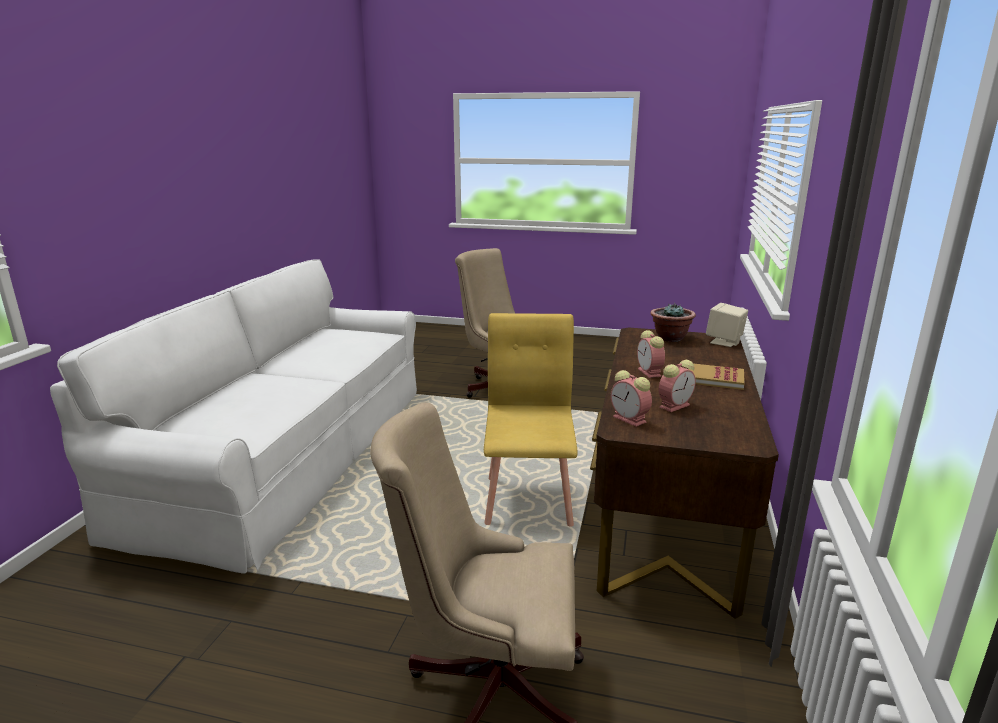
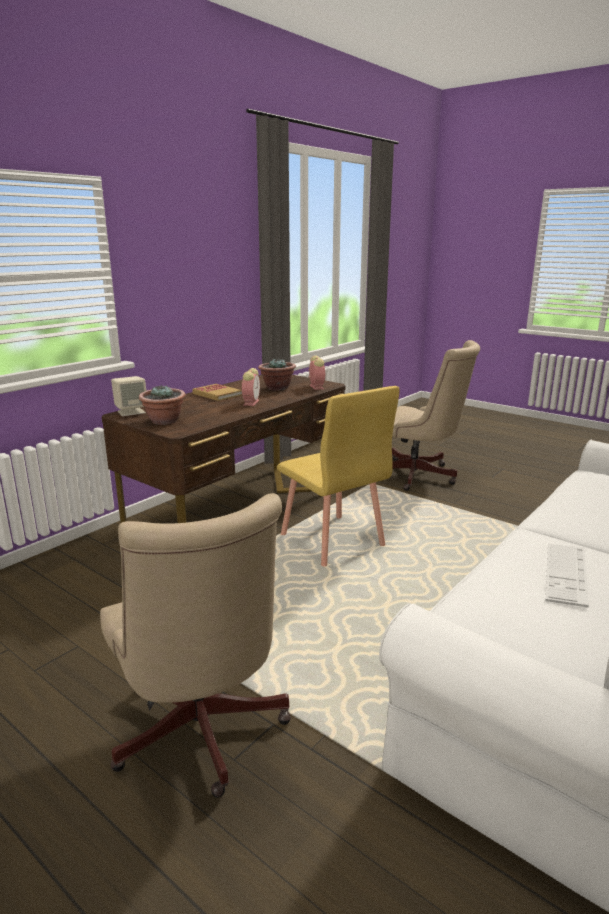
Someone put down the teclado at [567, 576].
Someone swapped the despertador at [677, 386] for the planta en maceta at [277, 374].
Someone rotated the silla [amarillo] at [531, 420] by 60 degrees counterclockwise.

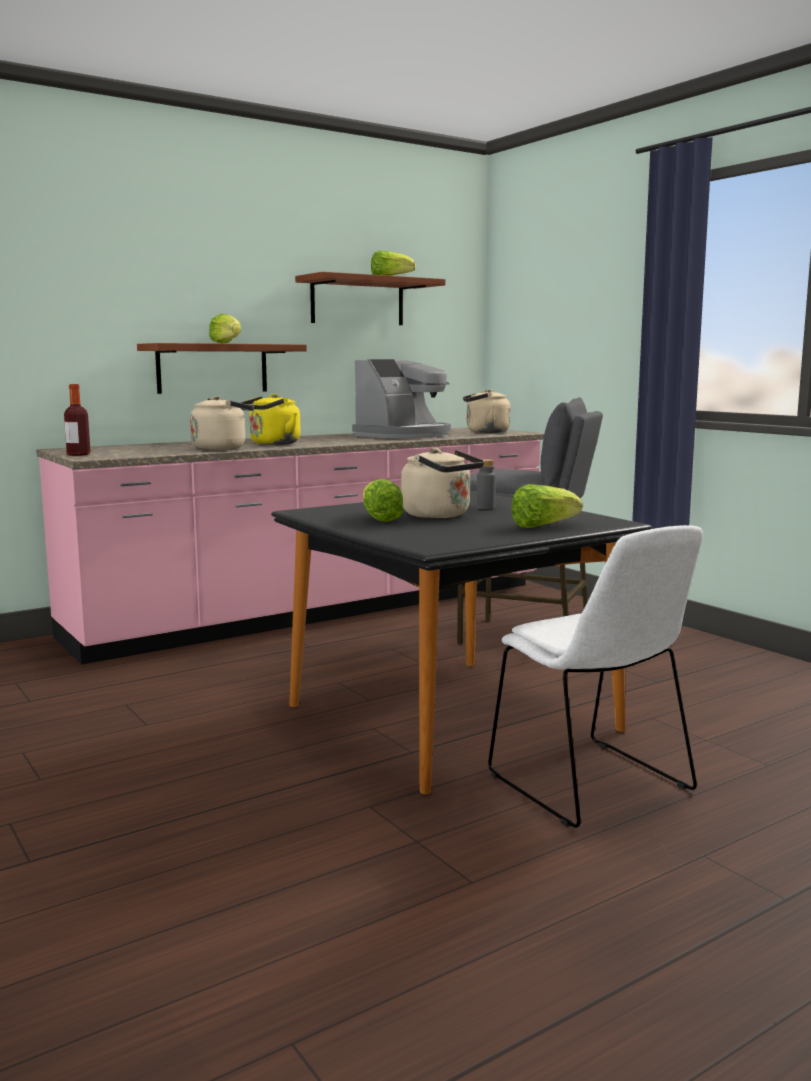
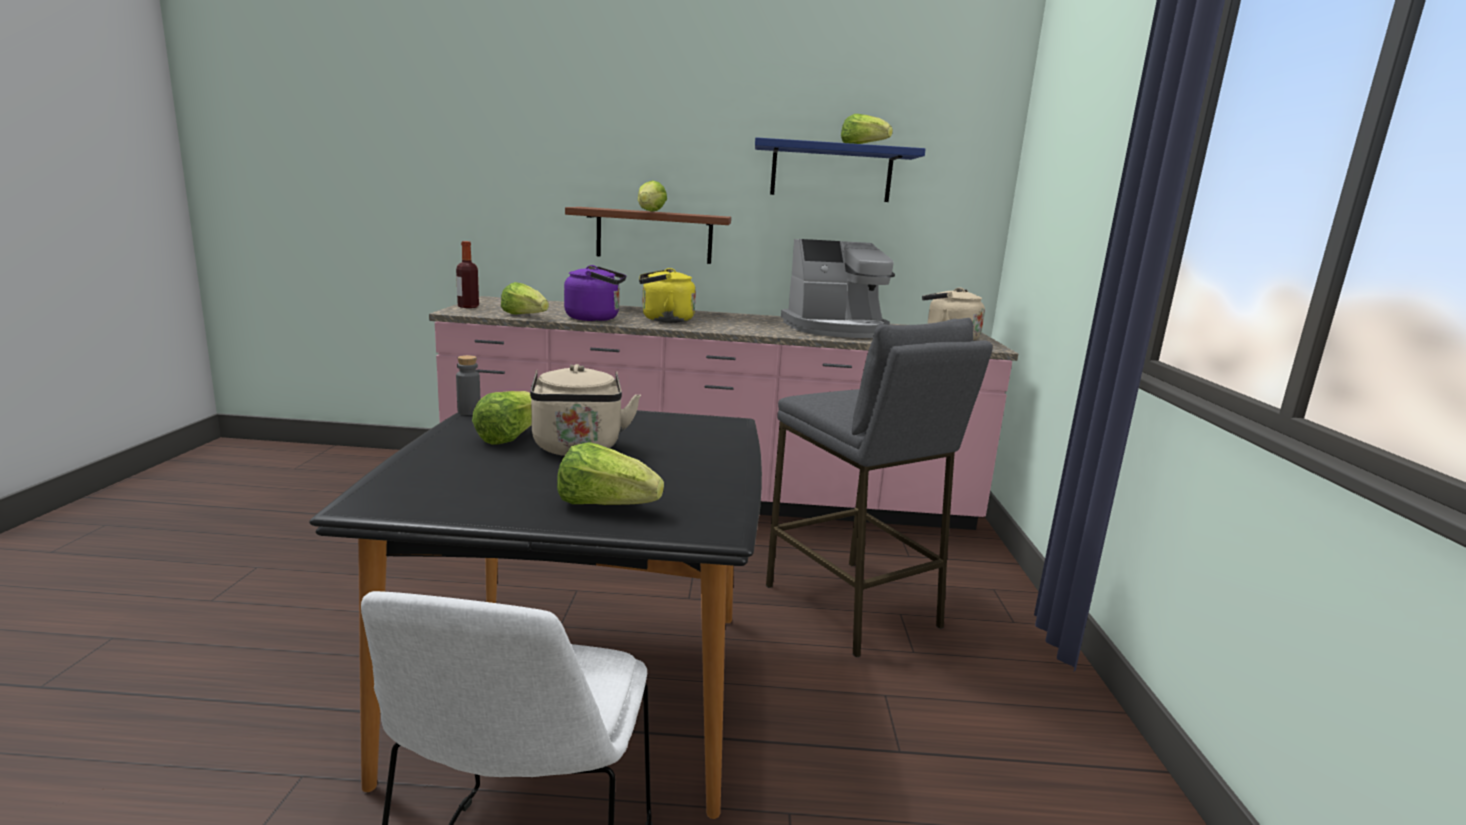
Someone put down the lechuga at [525, 298].
Someone carried the botella [gris] from [486, 484] to [468, 385].
Someone repainted the hervidor [beis] at [222, 423], which became the hervidor [morado] at [595, 293].
Someone repainted the estante [marrón] at [370, 298], which became the estante [azul] at [840, 169].

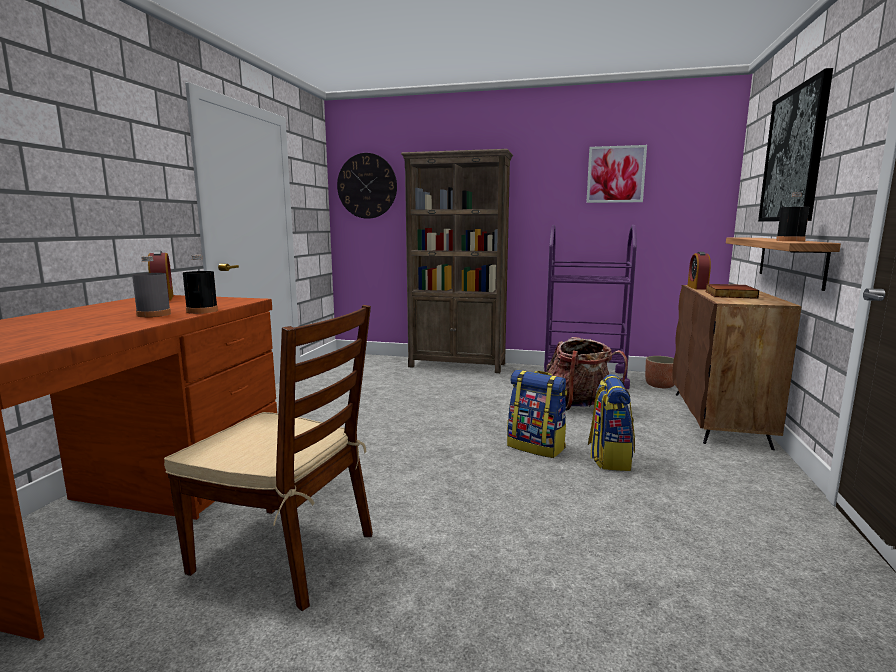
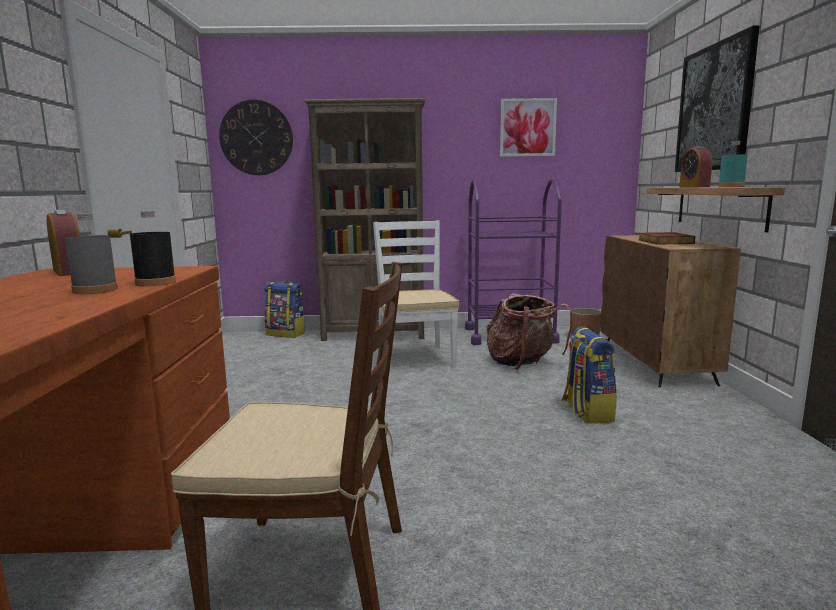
Someone put down the silla [blanco] at [416, 296].
Someone carried the mochila from [537, 414] to [285, 310].
Someone carried the despertador from [699, 271] to [695, 167].
Someone repainted the botella [negro] at [792, 216], which became the botella [turquesa] at [732, 164].

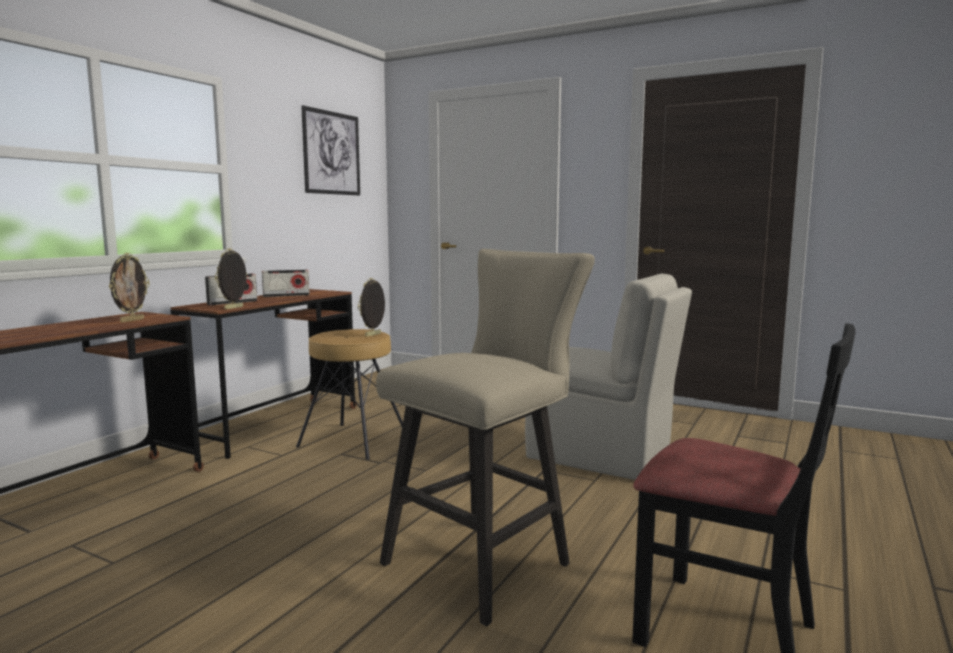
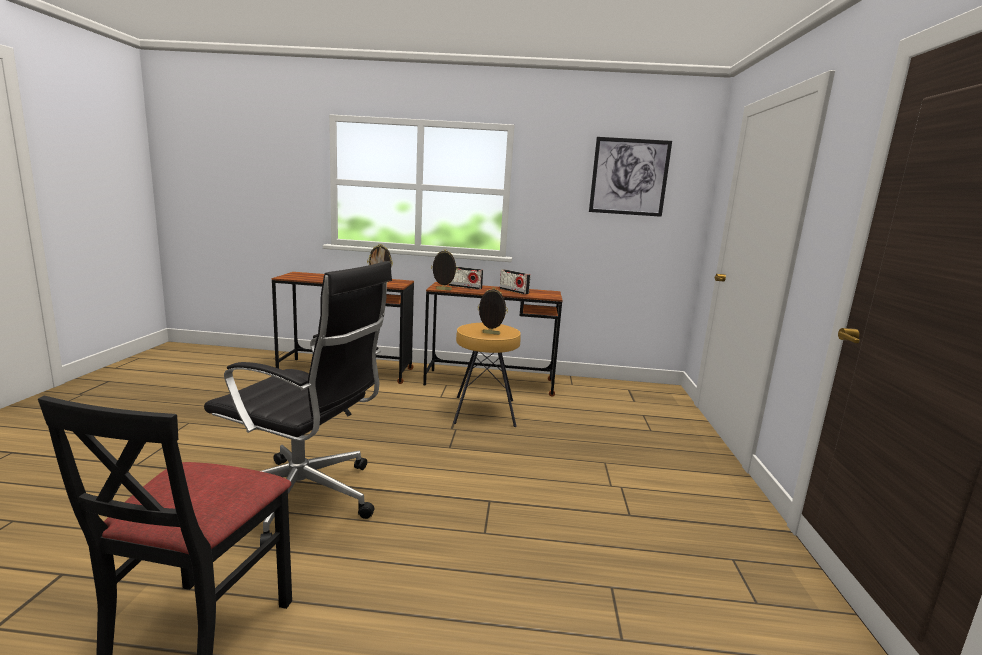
Someone took away the silla [beis] at [608, 377].
Someone swapped the taburete [beis] at [485, 438] for the silla de oficina [negro] at [298, 403].

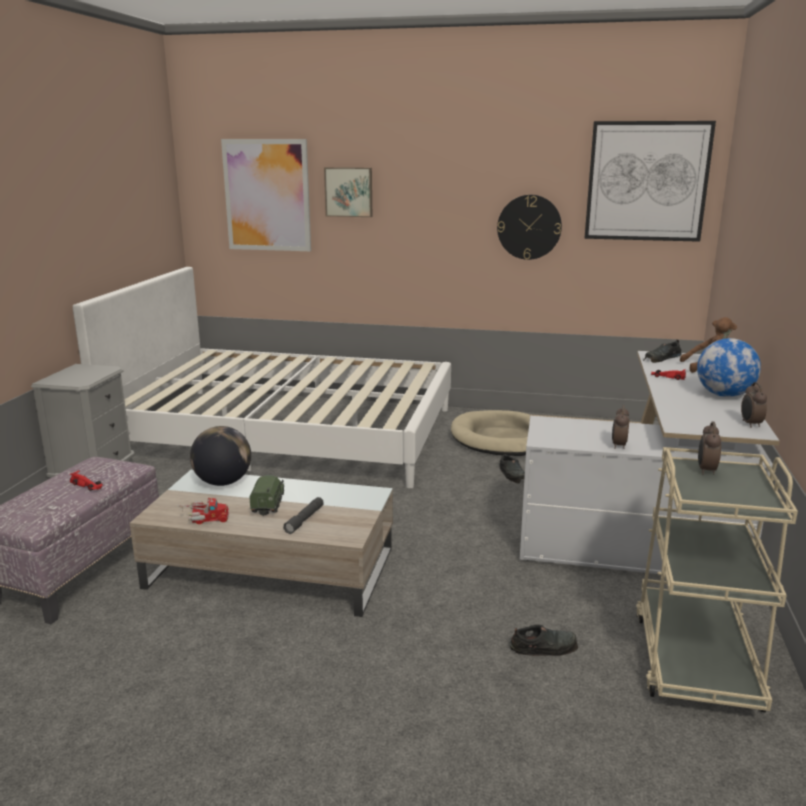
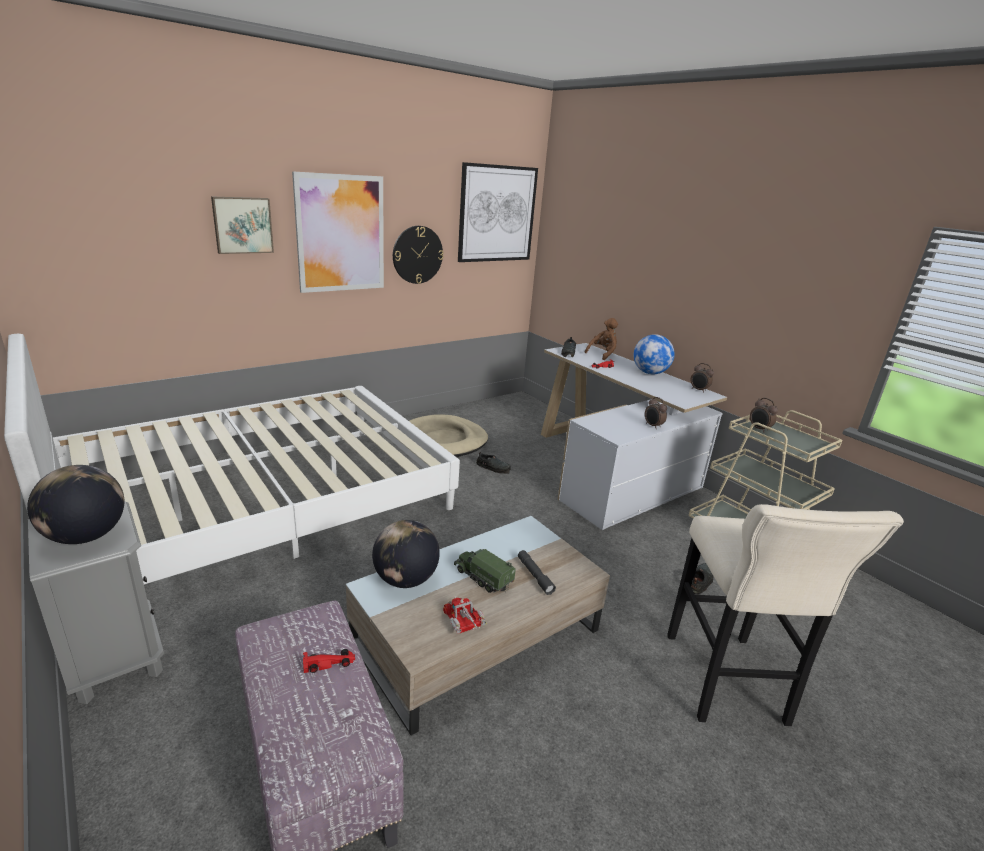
Someone put down the globo terráqueo at [75, 504].
Someone put down the taburete [beis] at [785, 615].
Someone carried the cuadro from [266, 195] to [338, 232].
Someone rotated the camión de juguete at [203, 511] by 60 degrees counterclockwise.

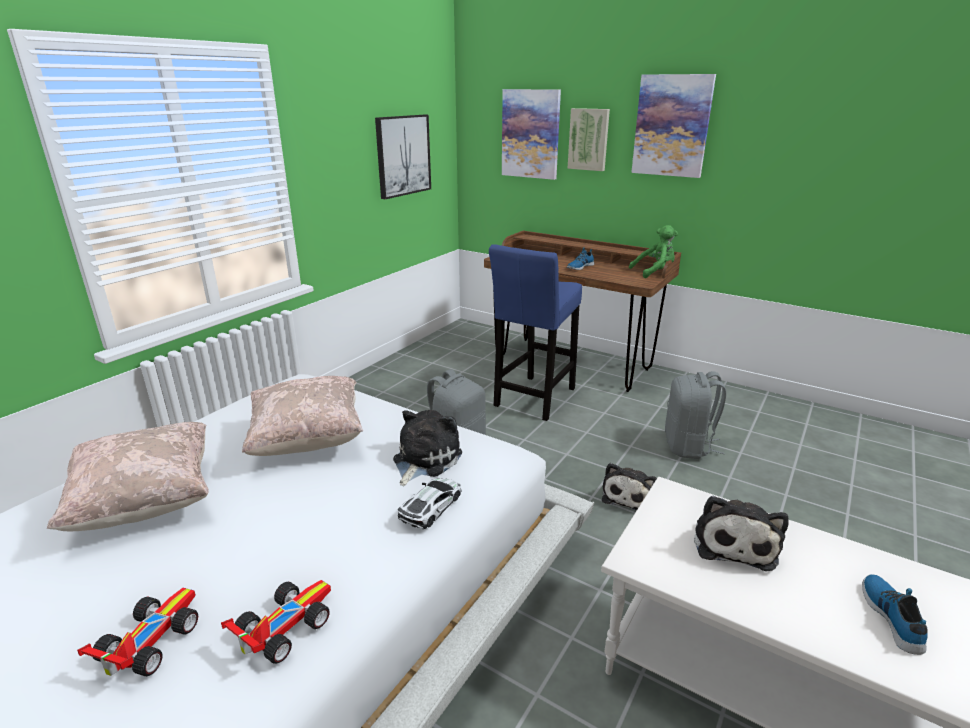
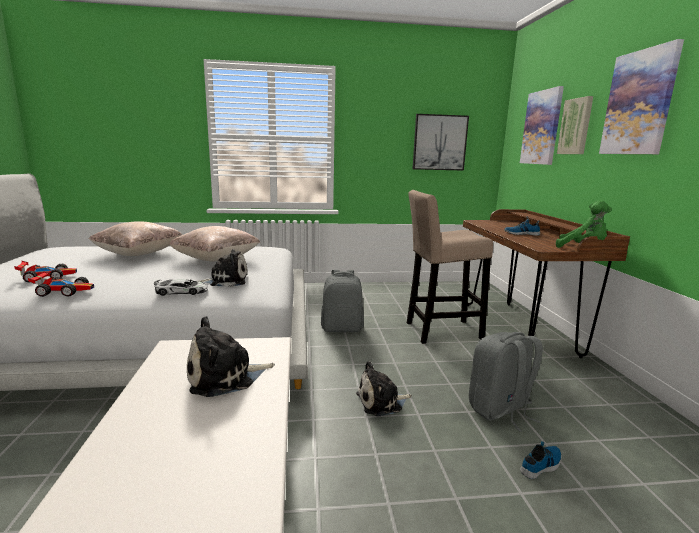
Someone carried the zapato from [895, 614] to [541, 460].
Someone repainted the taburete [azul] at [535, 332], which became the taburete [beis] at [450, 267].

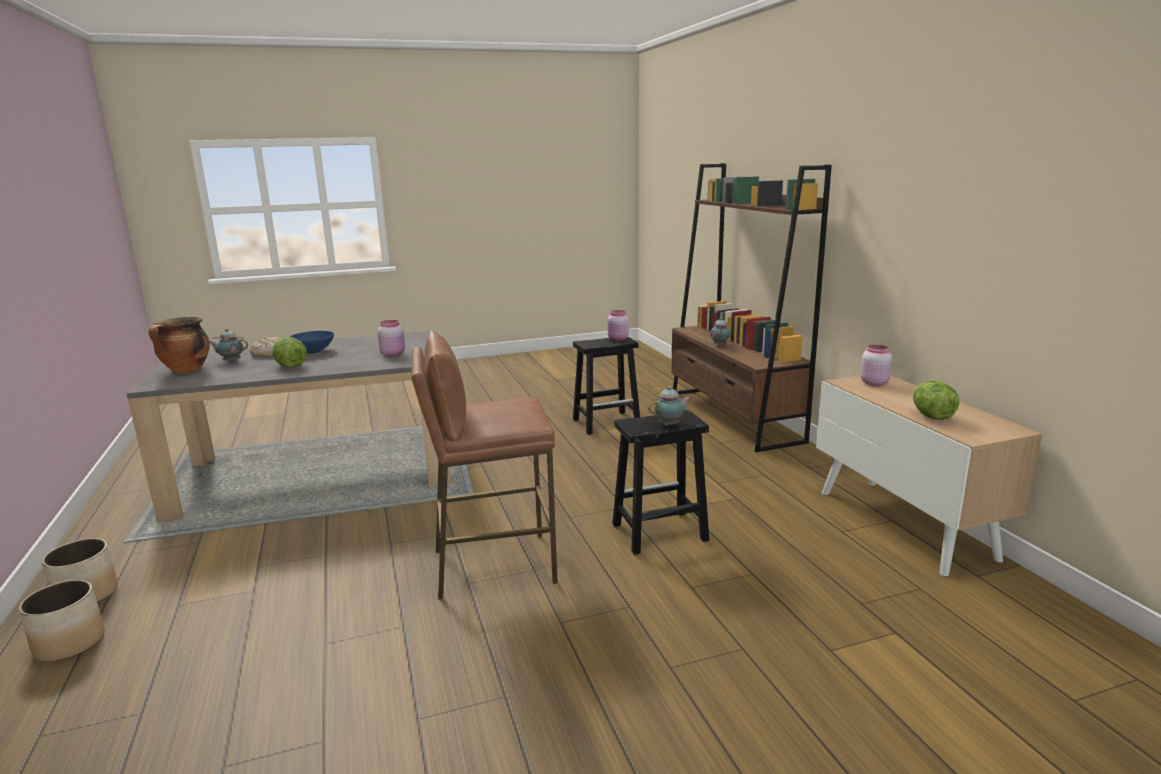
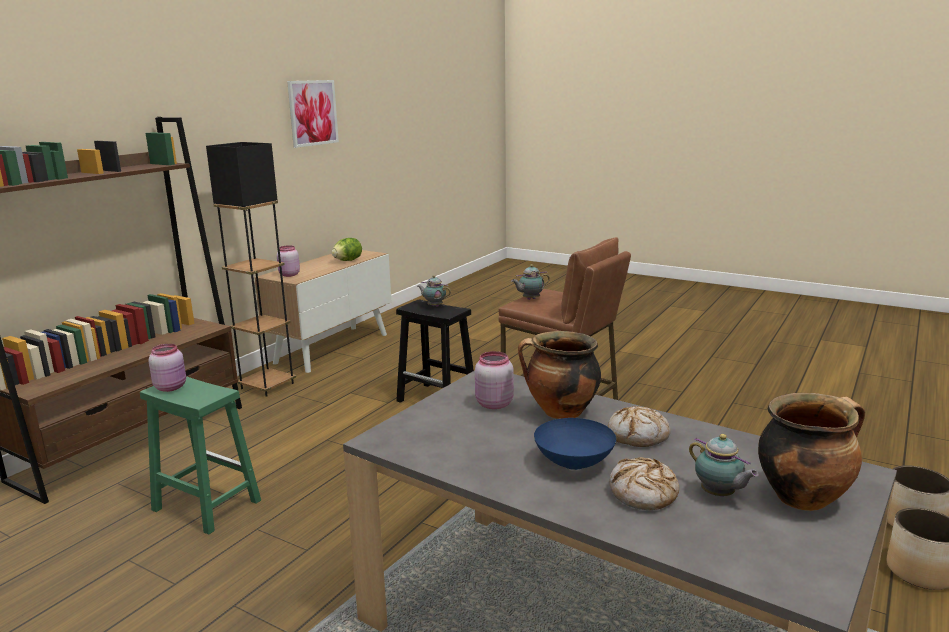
Someone put down the lámpara de pie [negro] at [251, 269].
Someone put up the cuadro at [313, 114].
Someone put down the olla at [559, 375].
Someone carried the tetera from [720, 332] to [530, 282].
Someone swapped the lechuga at [290, 352] for the pan at [639, 426].
Someone repainted the taburete [negro] at [606, 386], which became the taburete [verde] at [200, 455].

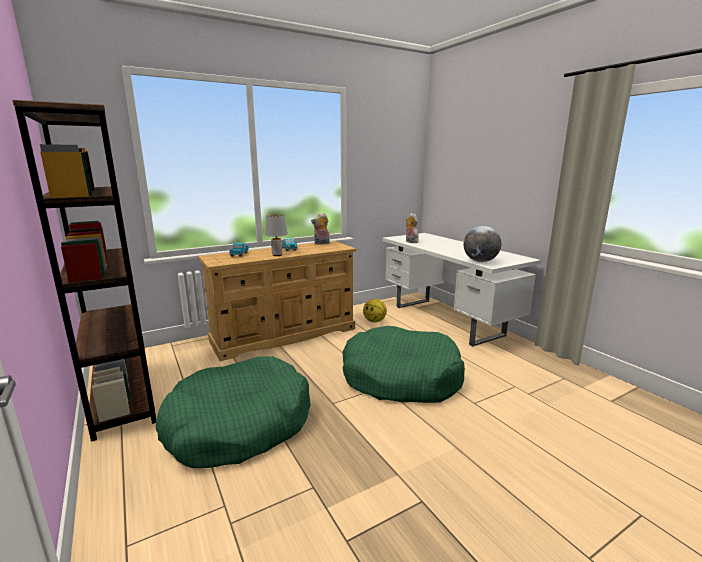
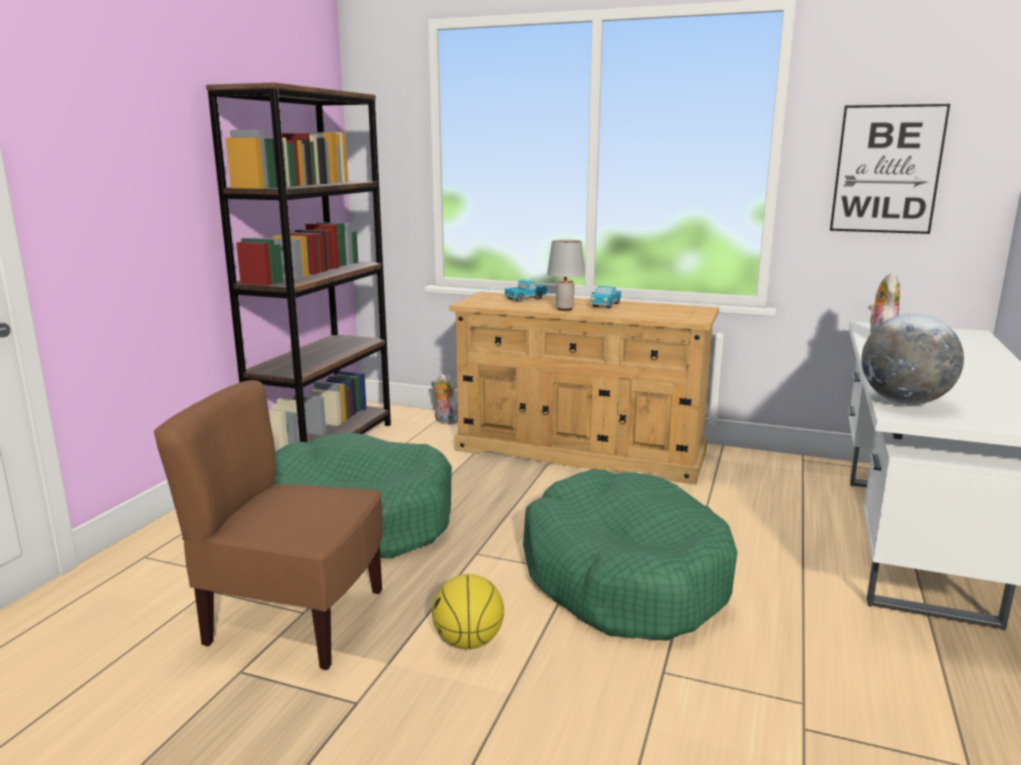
Someone put down the silla [marrón] at [268, 525].
Someone put up the cuadro at [890, 169].
Someone carried the peluche from [320, 229] to [444, 399].
Someone carried the balón de baloncesto from [375, 310] to [468, 611].

